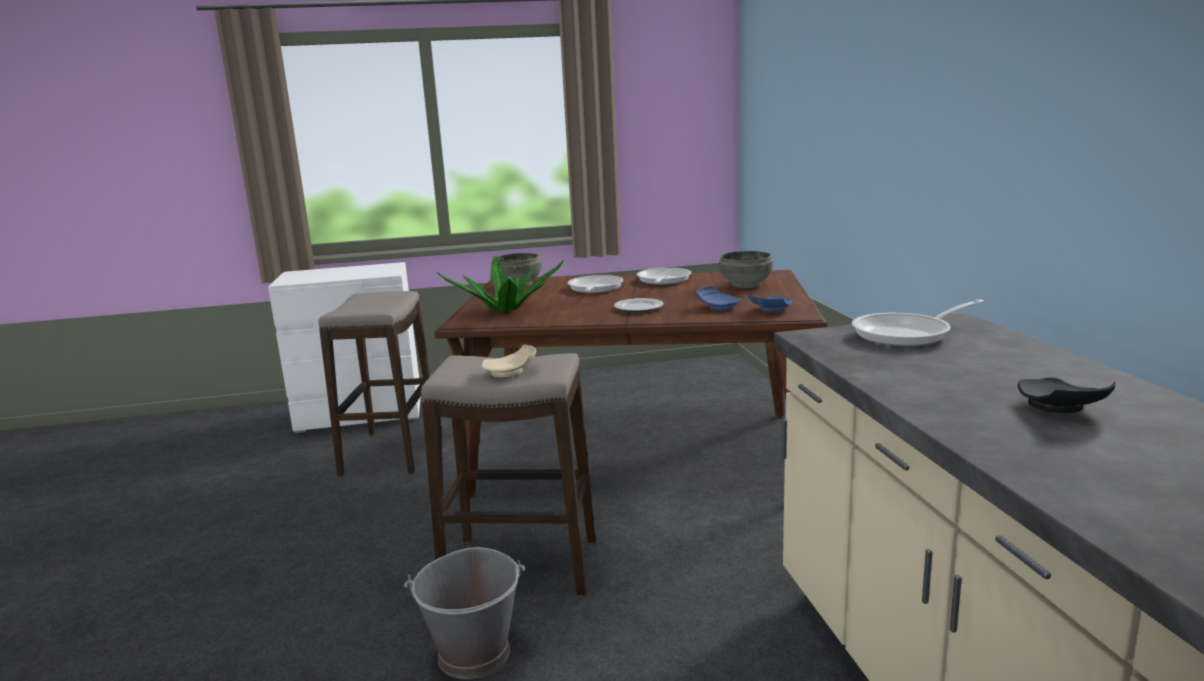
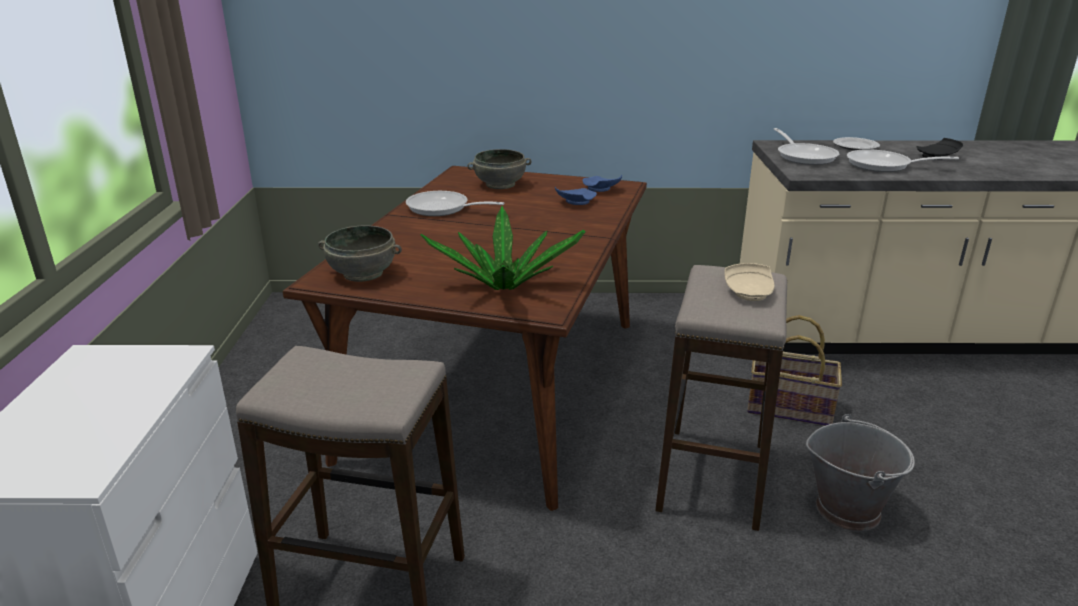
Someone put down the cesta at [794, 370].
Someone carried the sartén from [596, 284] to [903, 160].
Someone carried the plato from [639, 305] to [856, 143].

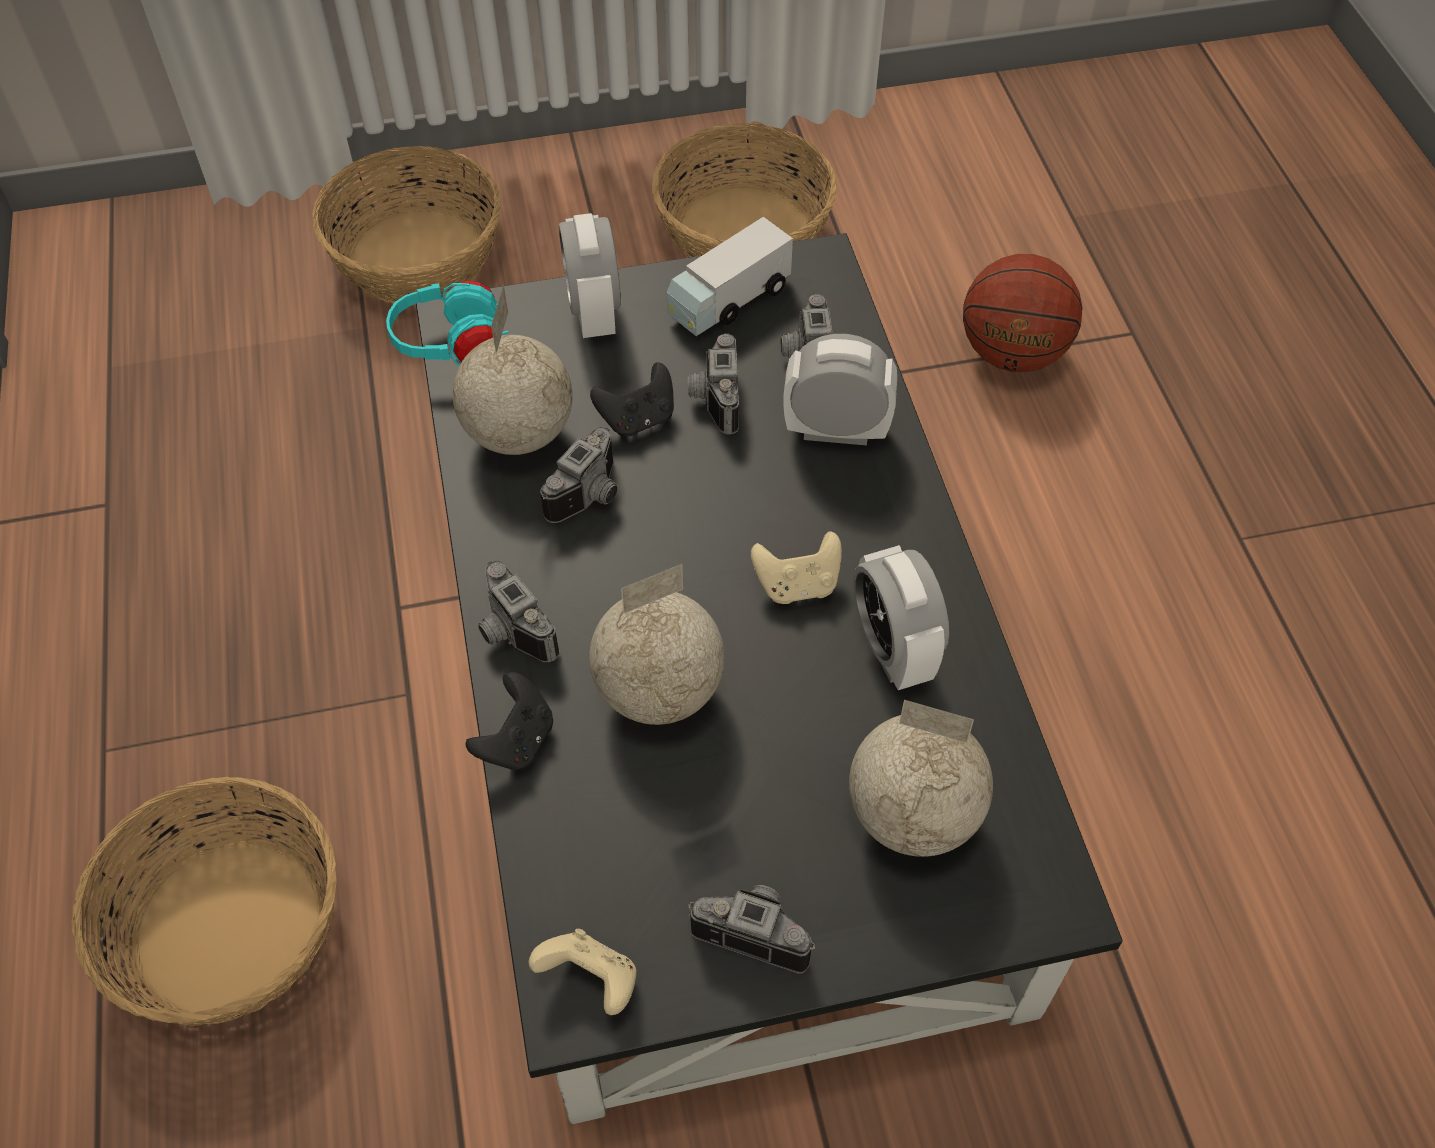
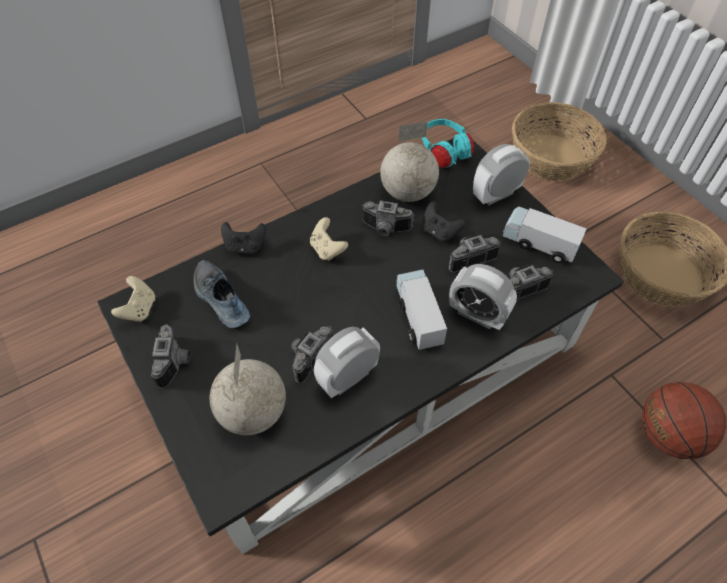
Someone took away the cesta at [204, 901].
Someone took away the globo terráqueo at [656, 644].
Someone put down the zapato at [221, 294].
Someone put down the camión de juguete at [421, 310].
Someone carried the cámara from [519, 611] to [312, 354].
Someone carried the mando de consola [beis] from [796, 567] to [329, 239].
Someone rotated the despertador at [840, 389] by 135 degrees clockwise.

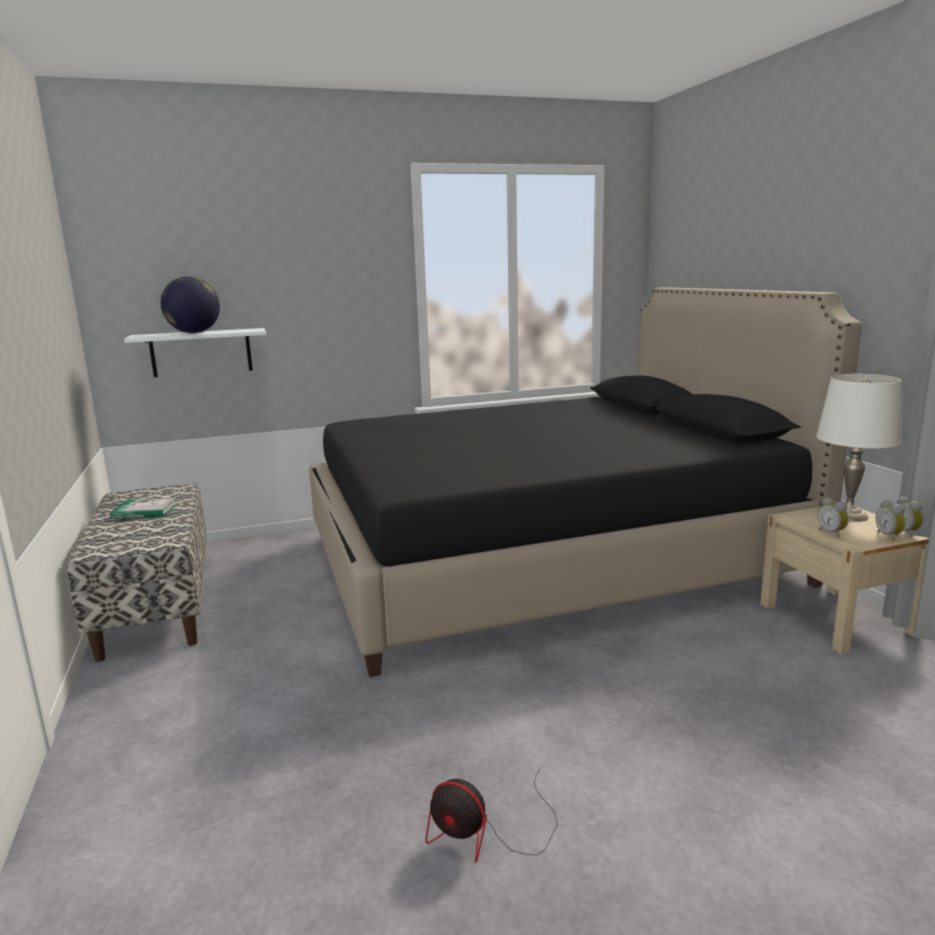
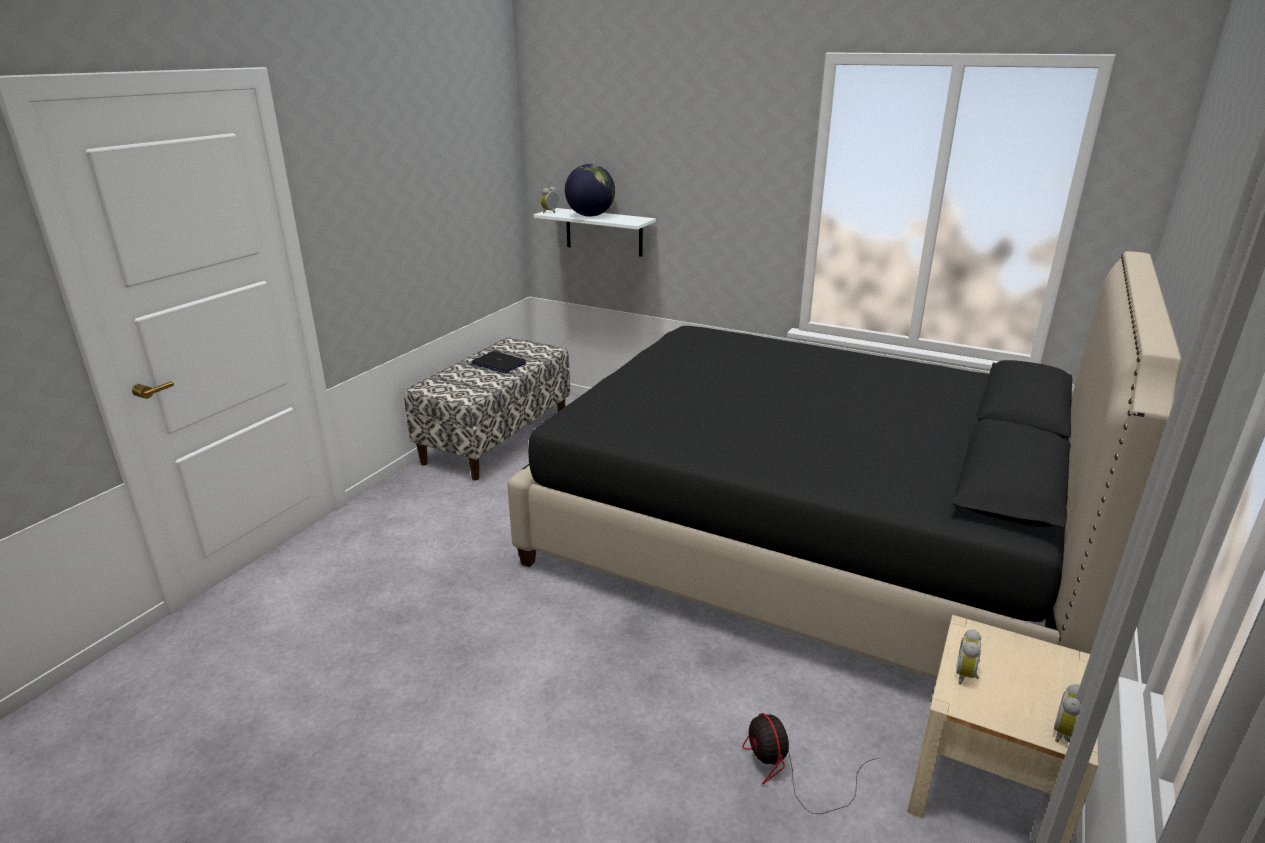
Someone took away the lámpara de mesa [blanco] at [859, 448].
Someone carried the ventilador from [492, 816] to [810, 763].
Someone carried the despertador from [891, 520] to [549, 200].
Someone swapped the libro at [143, 508] for the portátil at [499, 362].

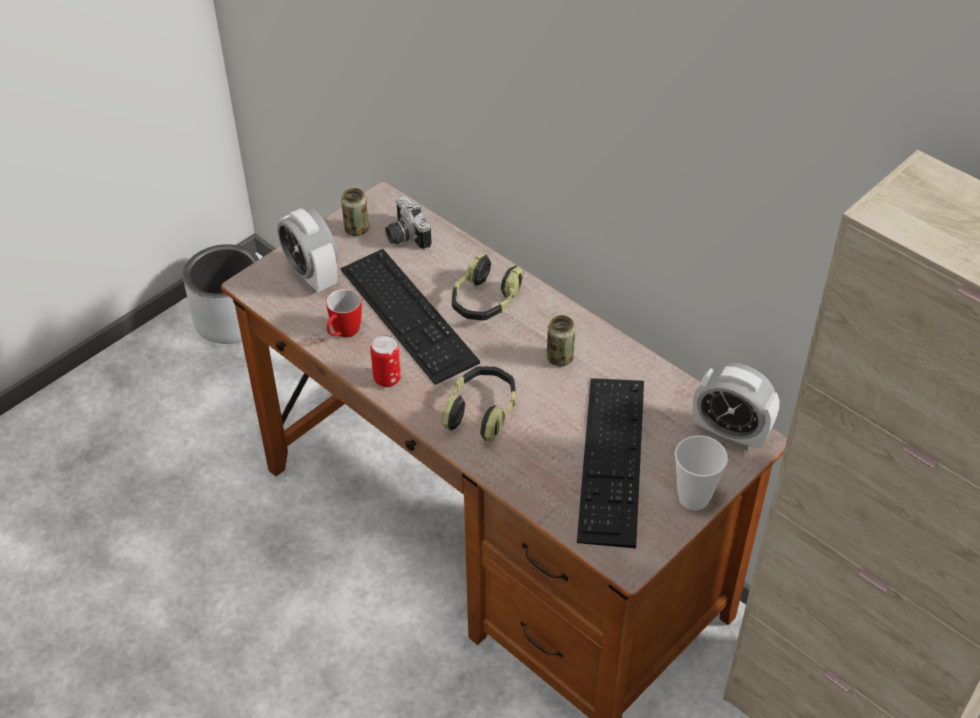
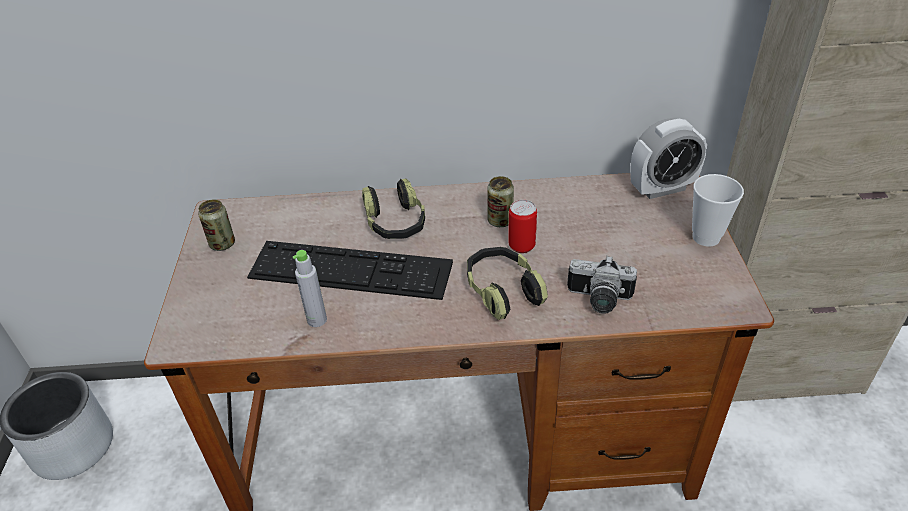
Someone took away the despertador at [307, 250].
Someone took away the teclado at [610, 463].
Someone carried the lata from [385, 361] to [522, 226].
Someone carried the cámara from [408, 222] to [602, 284].
Someone swapped the taza grande at [344, 313] for the botella [gris] at [309, 288].

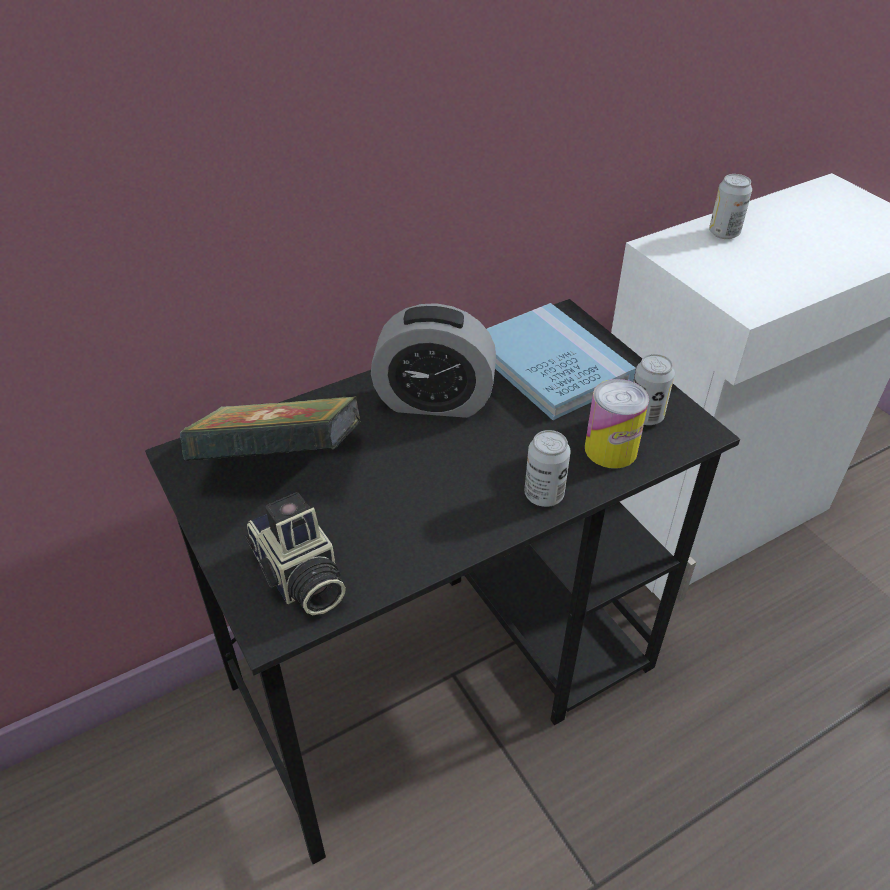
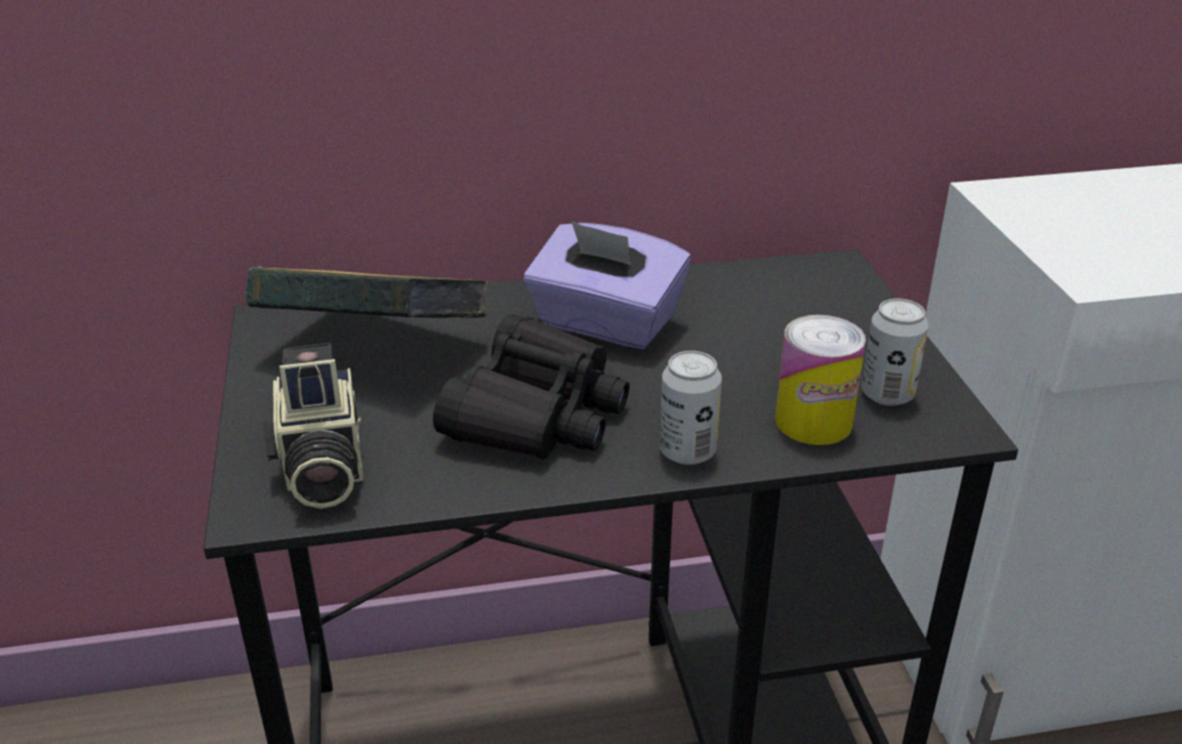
Someone took away the libro [azul] at [561, 361].
Someone took away the lata at [730, 206].
Someone put down the prismáticos [negro] at [531, 386].
Someone swapped the despertador at [433, 360] for the caja de pañuelos [morado] at [607, 285].

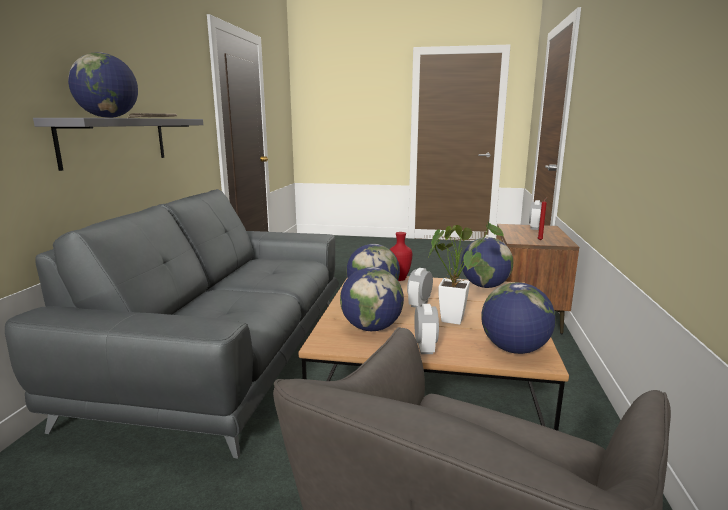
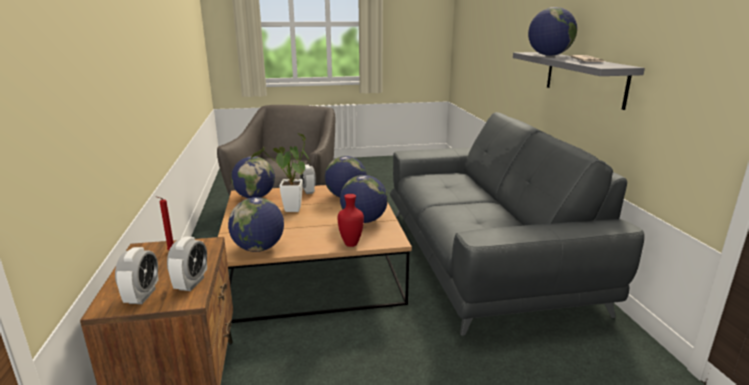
Someone carried the despertador from [420, 288] to [187, 263].

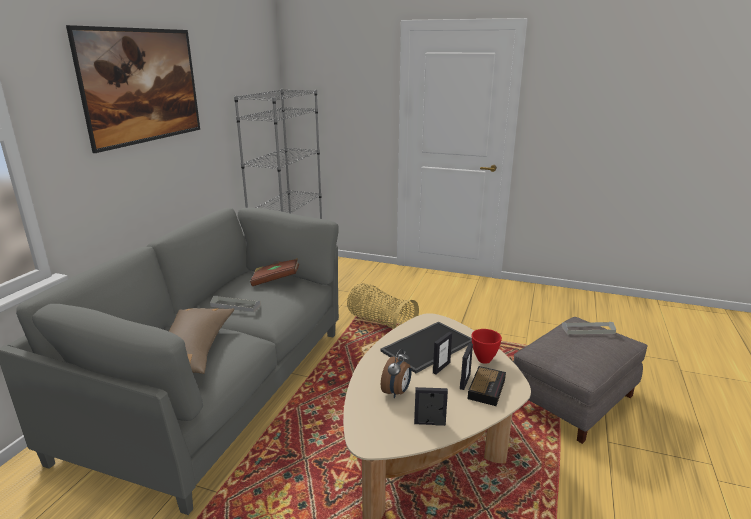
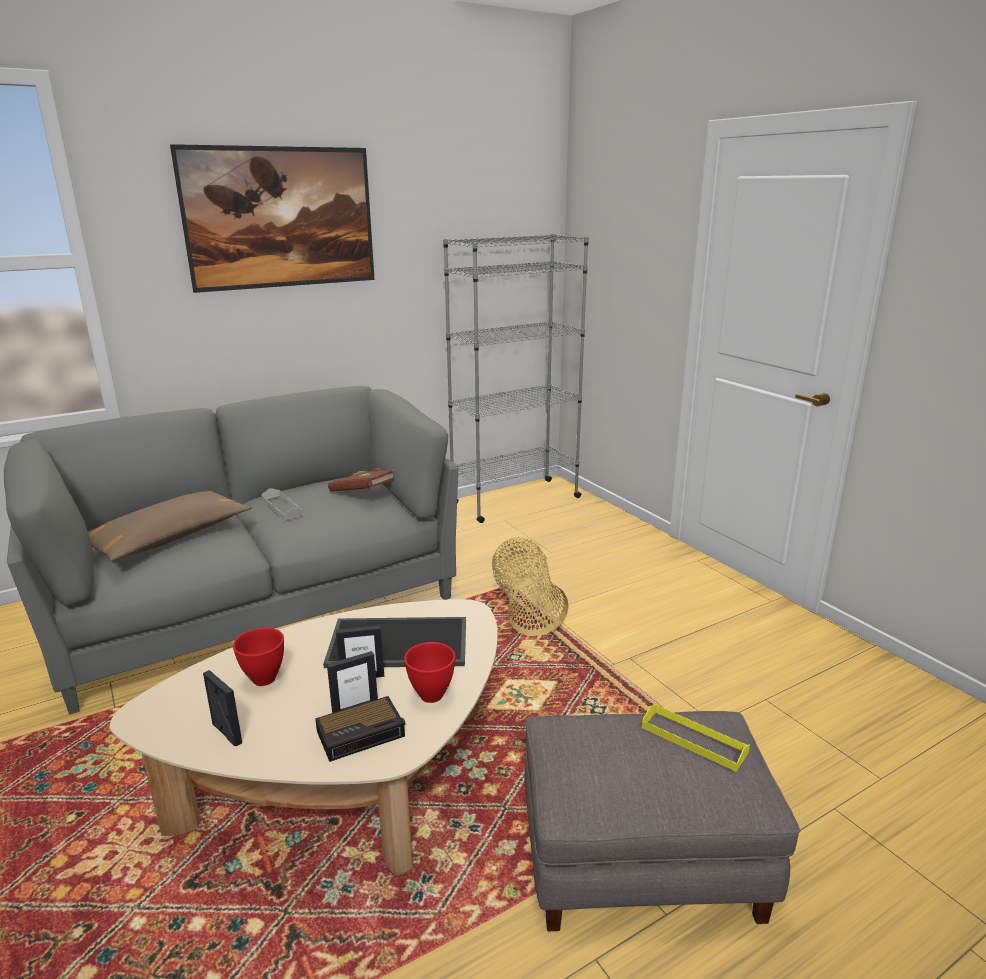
Someone swapped the despertador at [396, 373] for the cuenco [rojo] at [258, 657].
Someone repainted the bandeja [gris] at [589, 328], which became the bandeja [amarillo] at [696, 738].

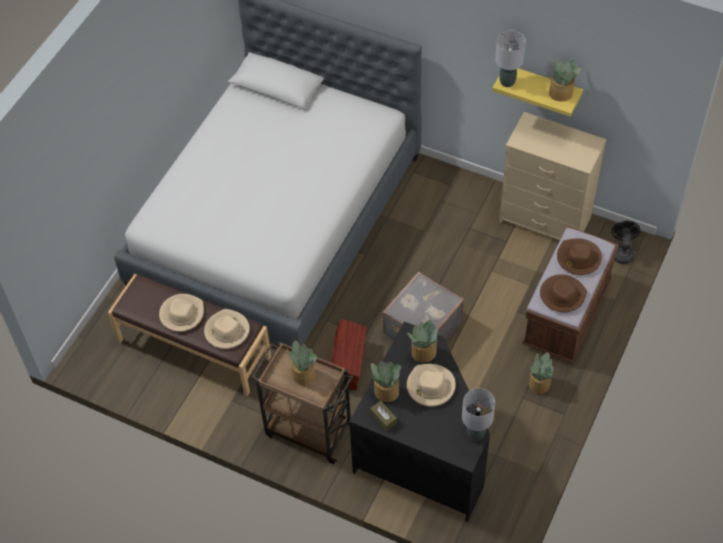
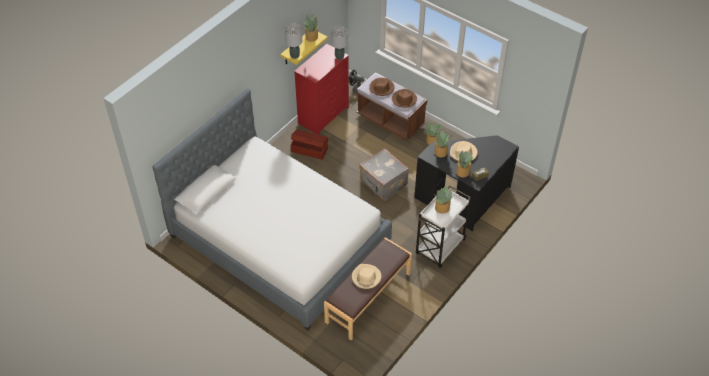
Someone took away the sombrero [beis] at [227, 329].
Someone carried the caja de almacenaje [marrón] from [349, 354] to [309, 145].
Someone carried the lámpara de mesa [gris] from [478, 414] to [339, 43].
Someone repainted the carrito [marrón] at [302, 402], which became the carrito [blanco] at [443, 226].
Someone repainted the cómoda [beis] at [553, 176], which became the cómoda [rojo] at [321, 89].

